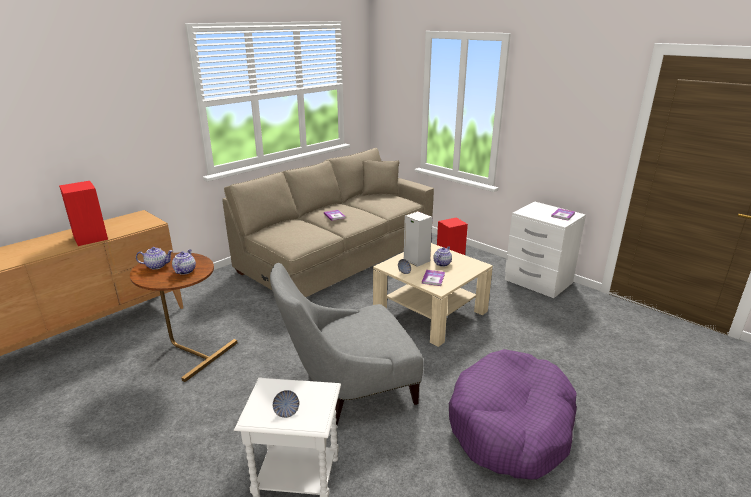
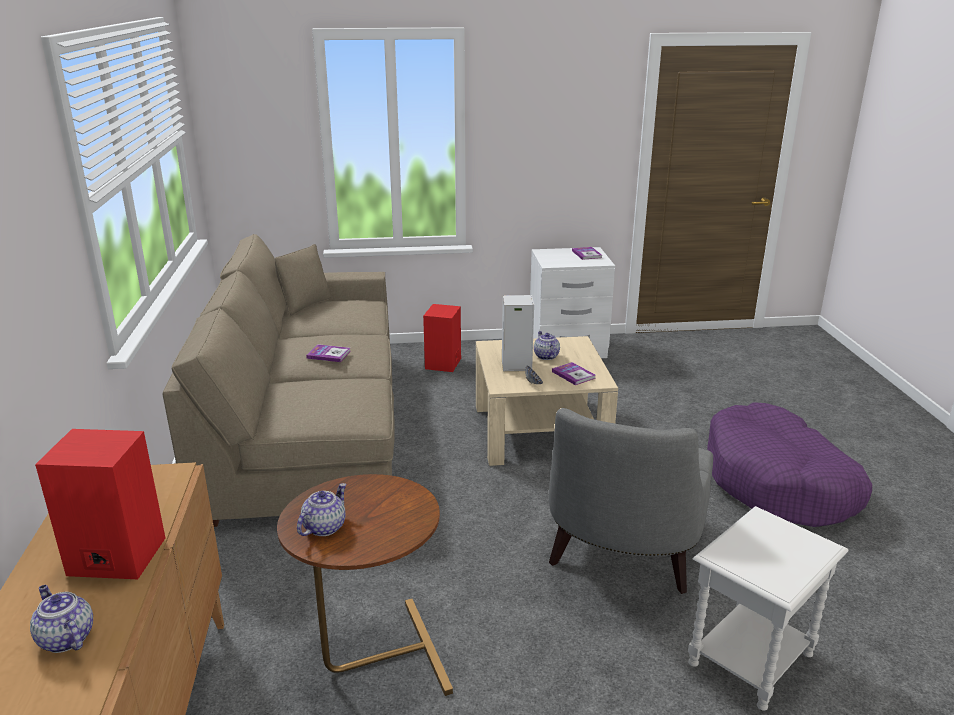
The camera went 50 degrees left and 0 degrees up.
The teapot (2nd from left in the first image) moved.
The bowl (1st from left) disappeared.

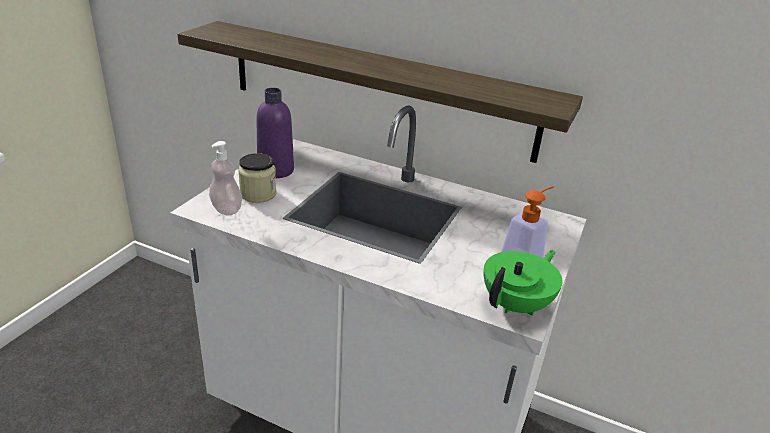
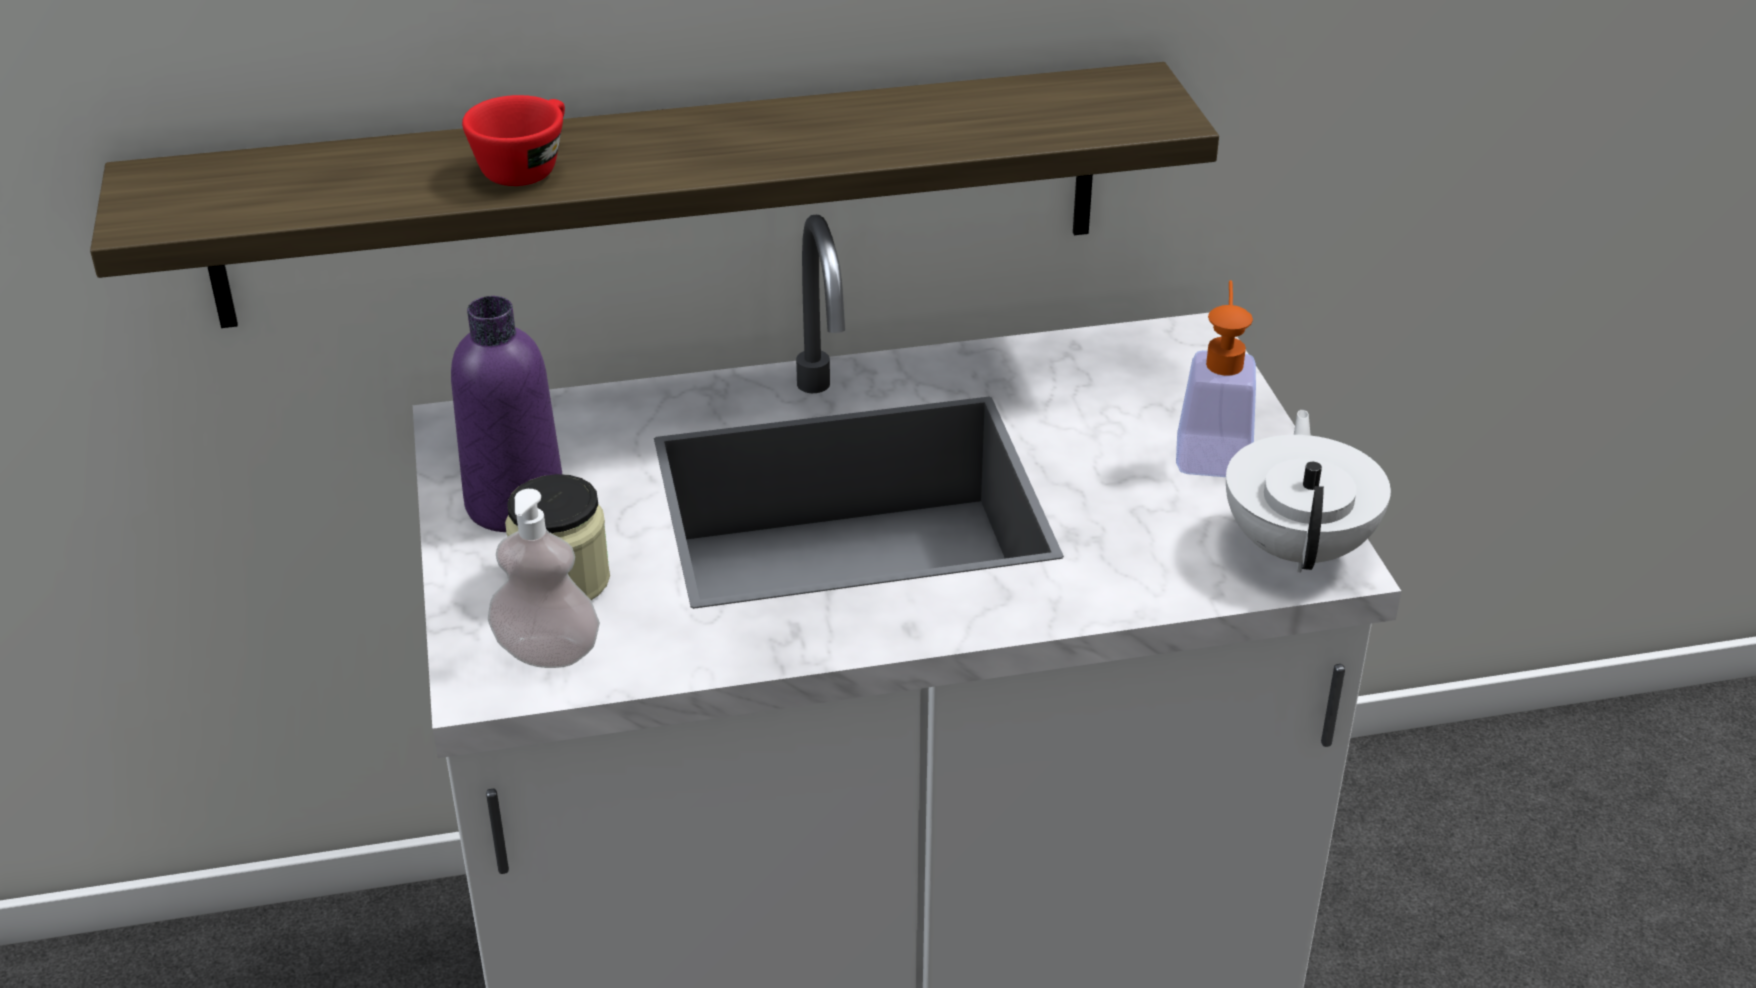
The camera went 35 degrees left and 5 degrees up.
The teapot in green became the teapot in white.
The cup in red appeared.

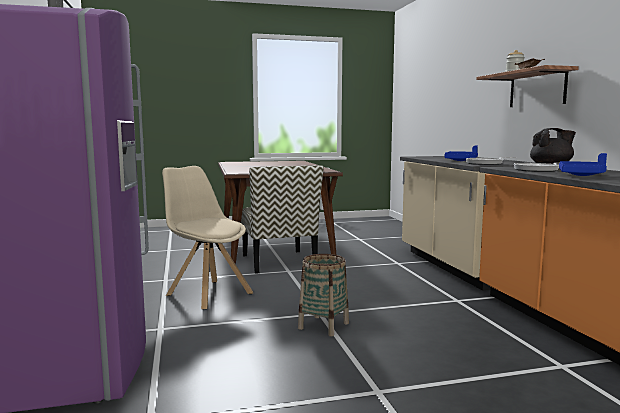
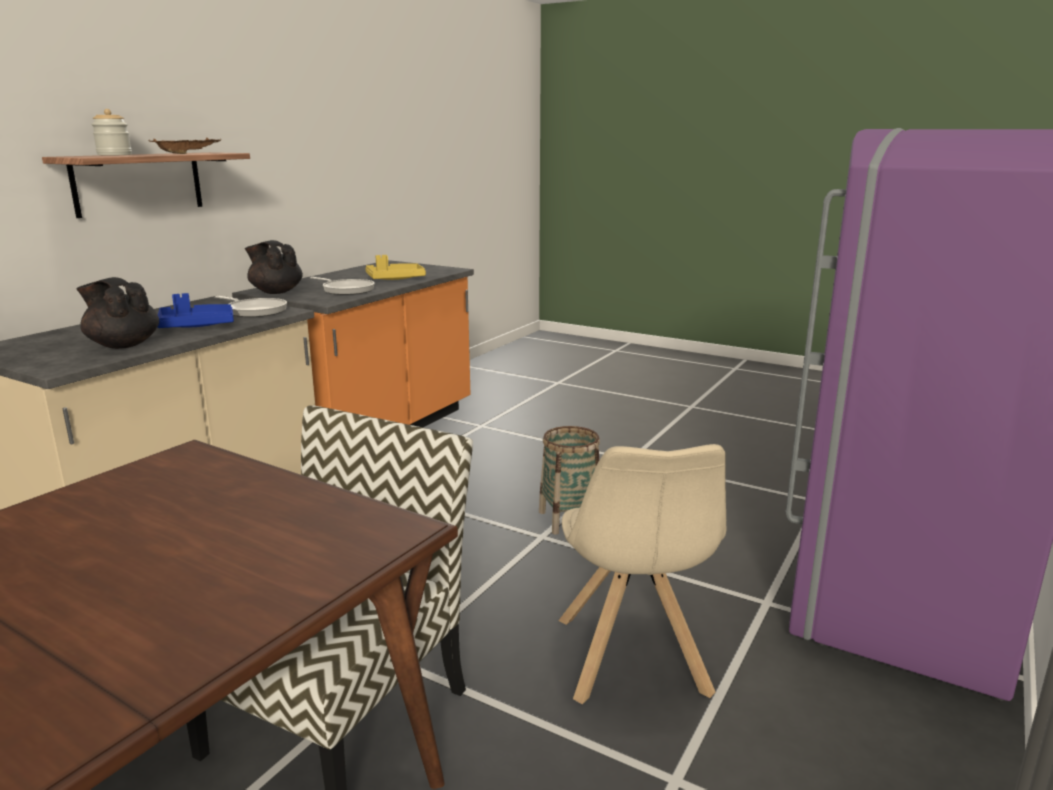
The camera went 135 degrees left and 10 degrees up.
The tray in blue (2nd from left) became the tray in yellow.
The teapot in black (1st from left) appeared.

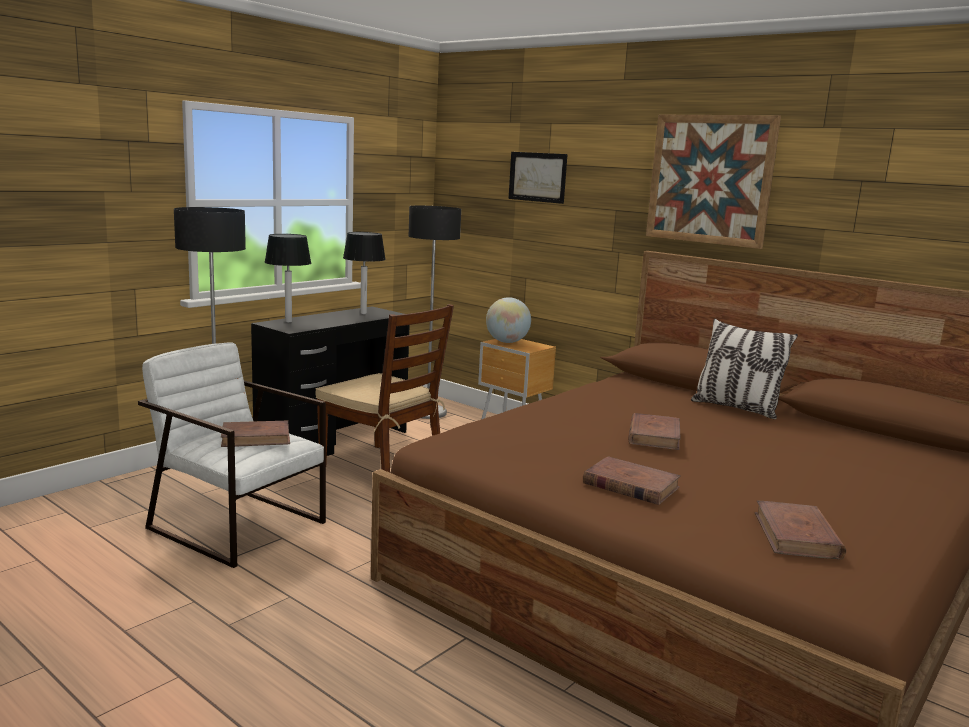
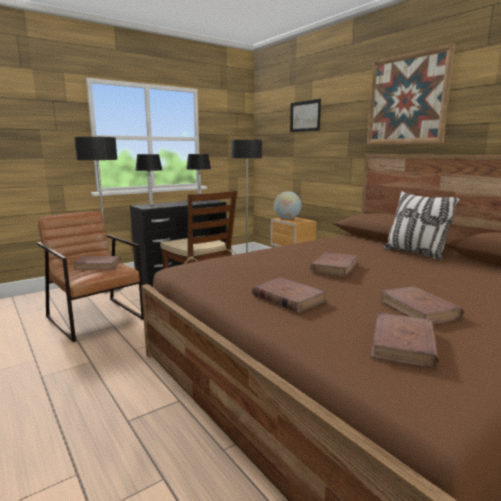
The camera went 15 degrees right and 0 degrees up.
The armchair in white became the armchair in brown.
The book in brown (5th from left) appeared.

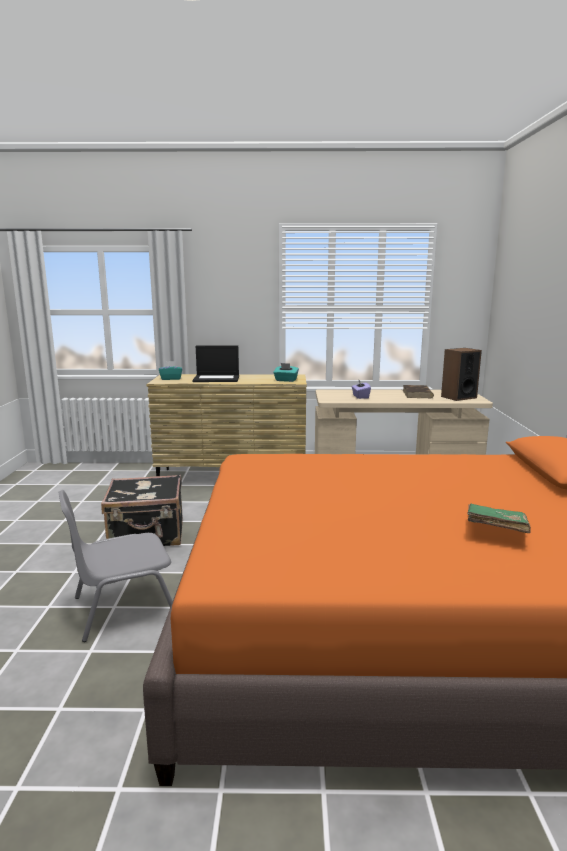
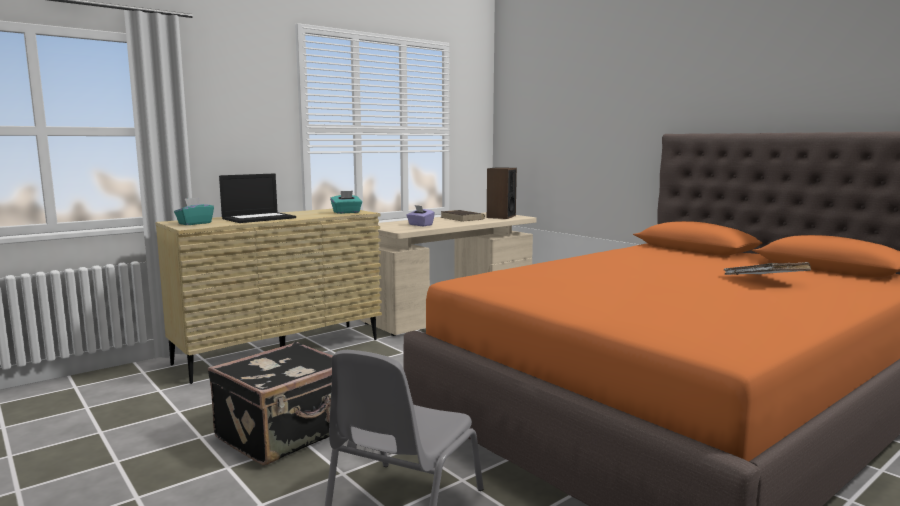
The camera went 40 degrees left and 5 degrees down.
The book in green became the book in white.

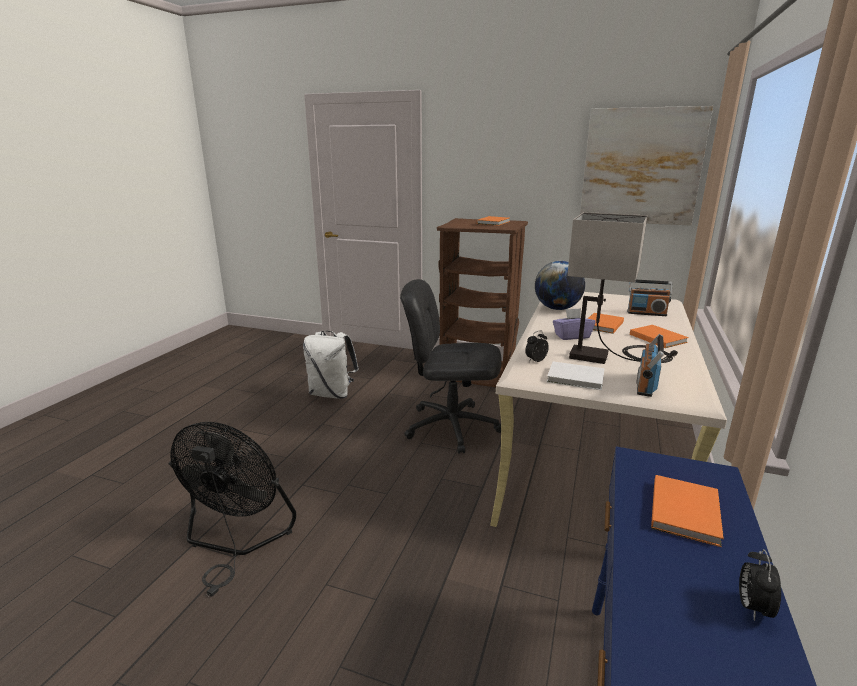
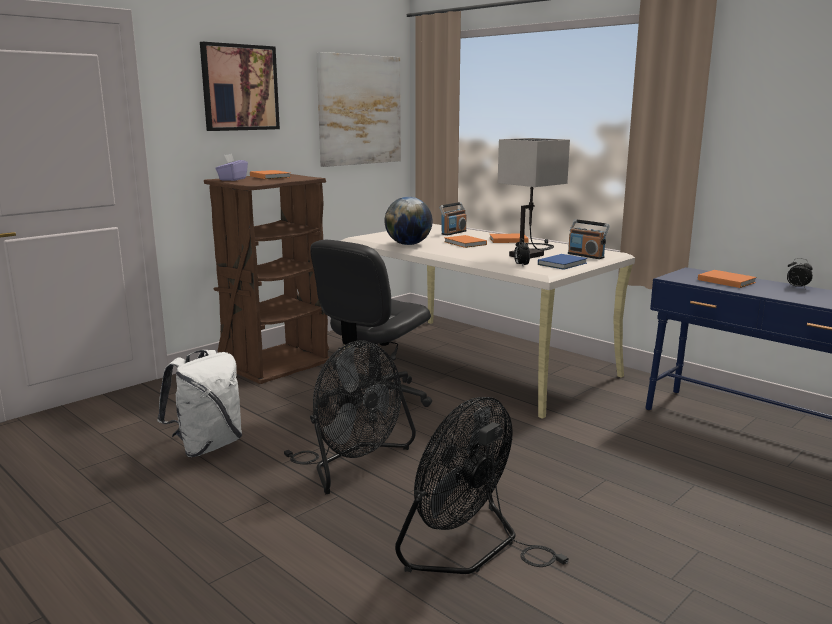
The camera went 65 degrees left and 5 degrees down.
The book in white became the book in blue.
The tissue box in purple moved.
The picture (1st from left) appeared.
The fan in black (1st from left) appeared.

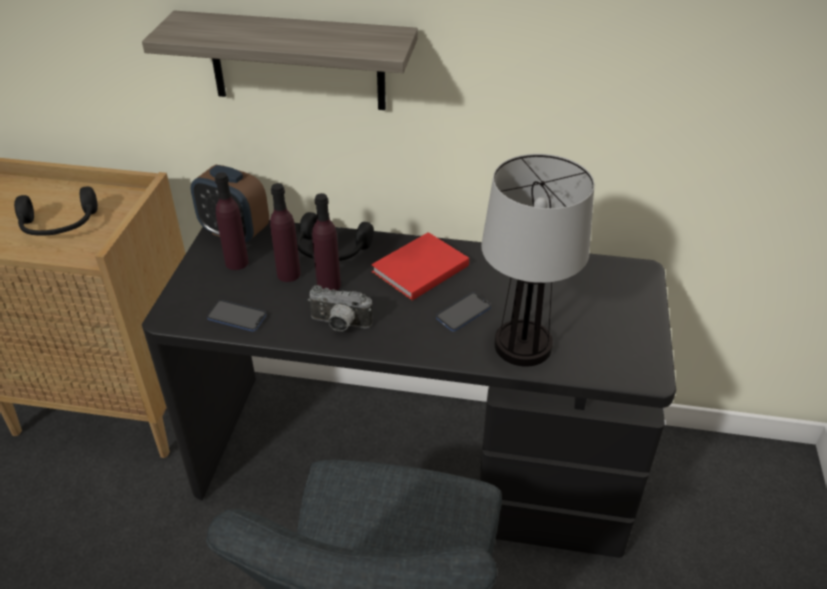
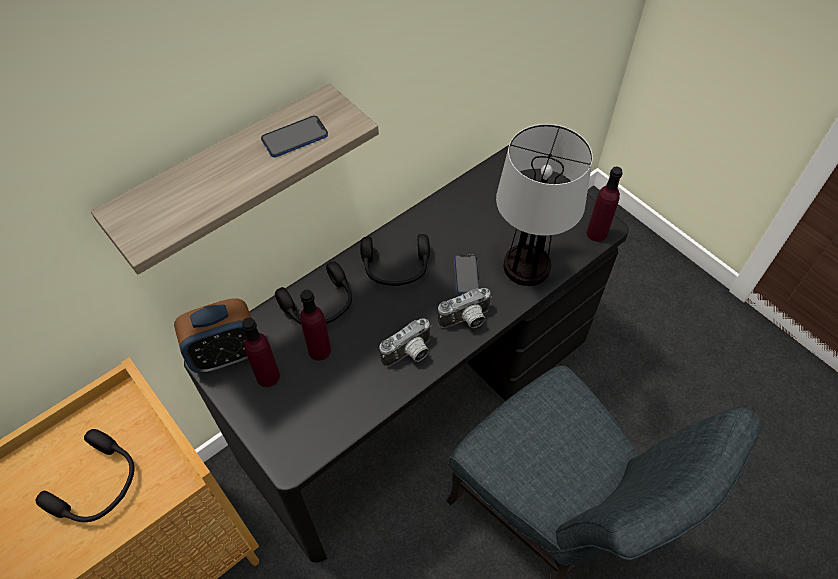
The camera went 50 degrees left and 15 degrees up.
The phone (1st from left) moved.
The bottle in purple (3rd from left) moved.
The book in red was replaced by the headphones in black (3rd from left).
The photo camera (2nd from left) appeared.

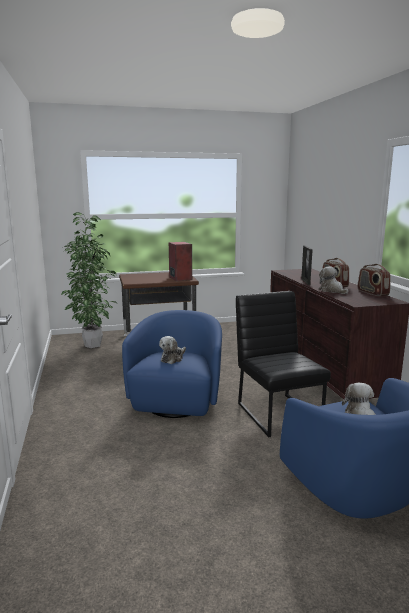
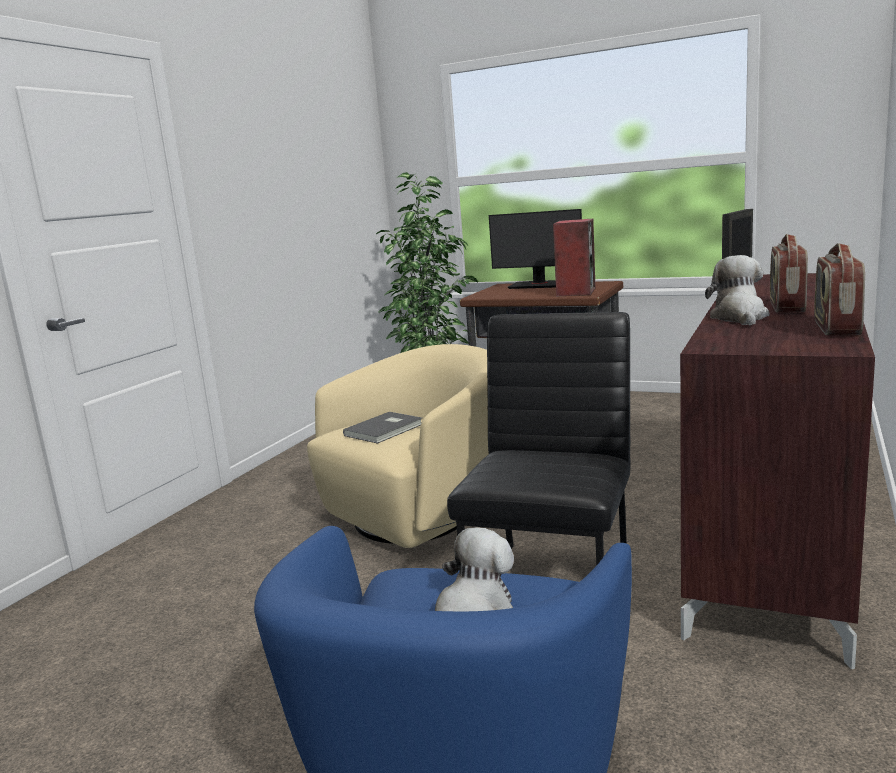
The camera went 40 degrees right and 0 degrees up.
The armchair in blue (1st from left) became the armchair in beige.
The plush toy (1st from left) was replaced by the book in grey.
The monitor appeared.

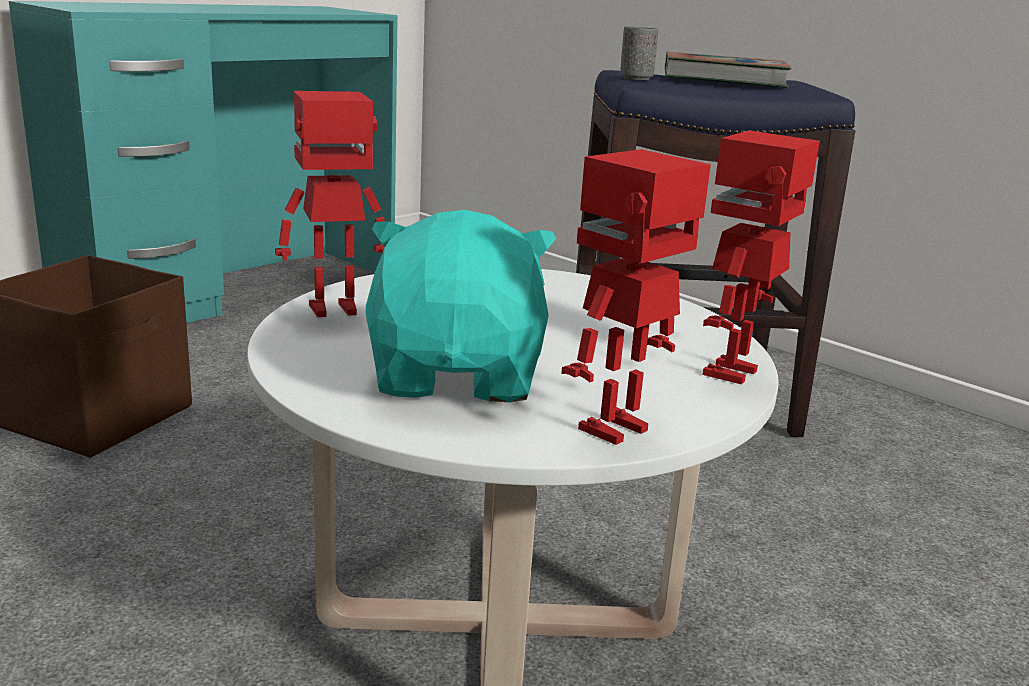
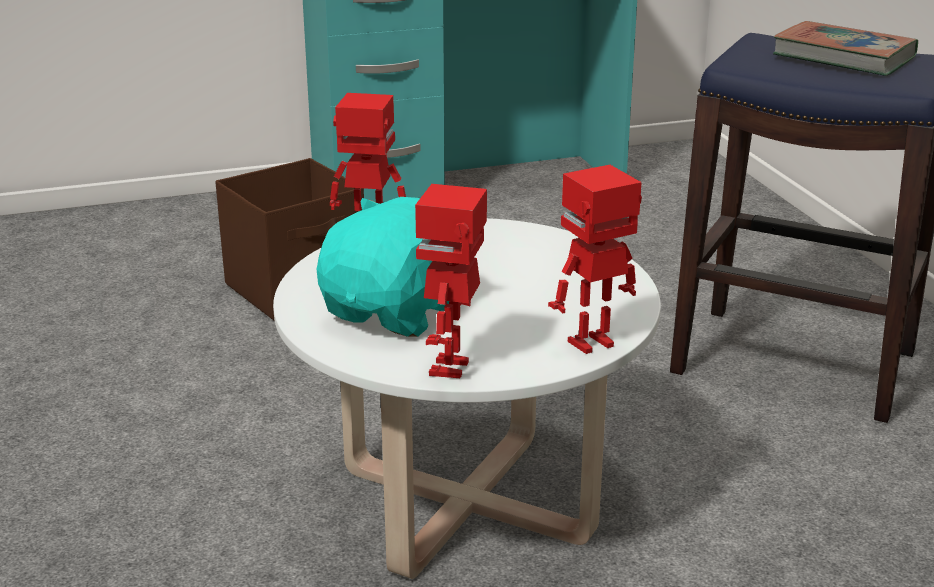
The camera went 30 degrees right and 5 degrees up.
The toy robot (2nd from left) turned 60 degrees counterclockwise.
The cup in grey disappeared.

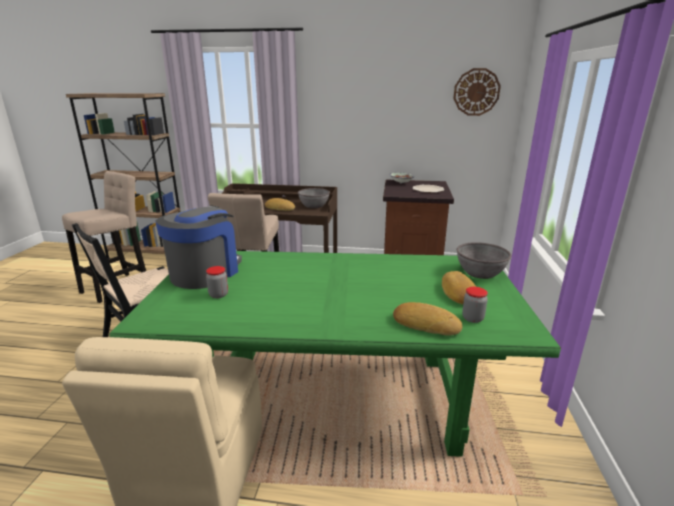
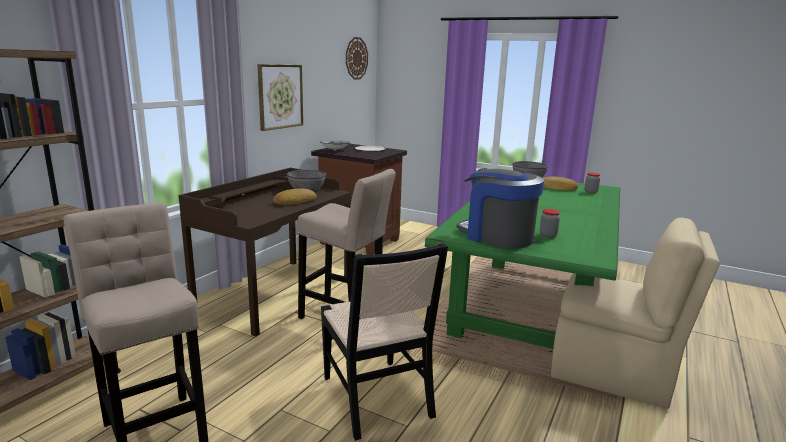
The camera went 70 degrees left and 5 degrees down.
The bread (2nd from left) disappeared.
The picture appeared.

